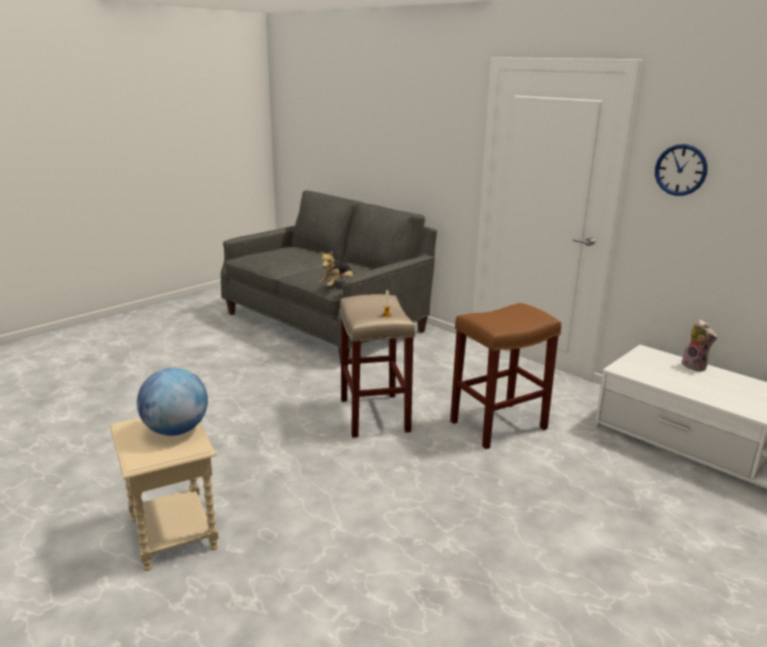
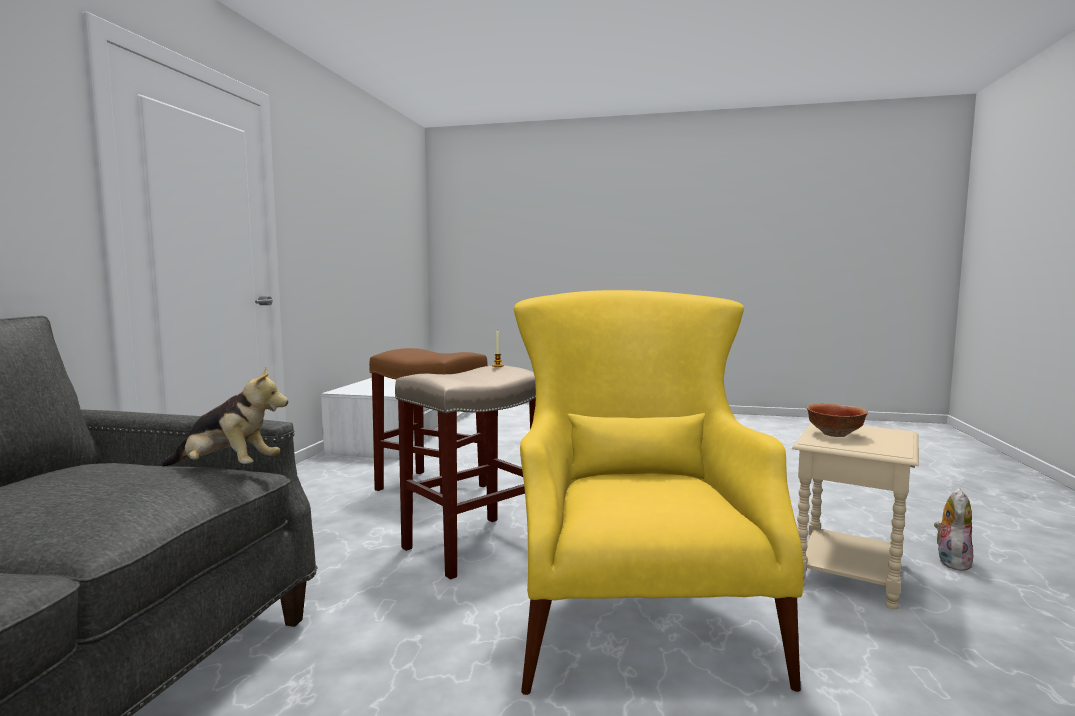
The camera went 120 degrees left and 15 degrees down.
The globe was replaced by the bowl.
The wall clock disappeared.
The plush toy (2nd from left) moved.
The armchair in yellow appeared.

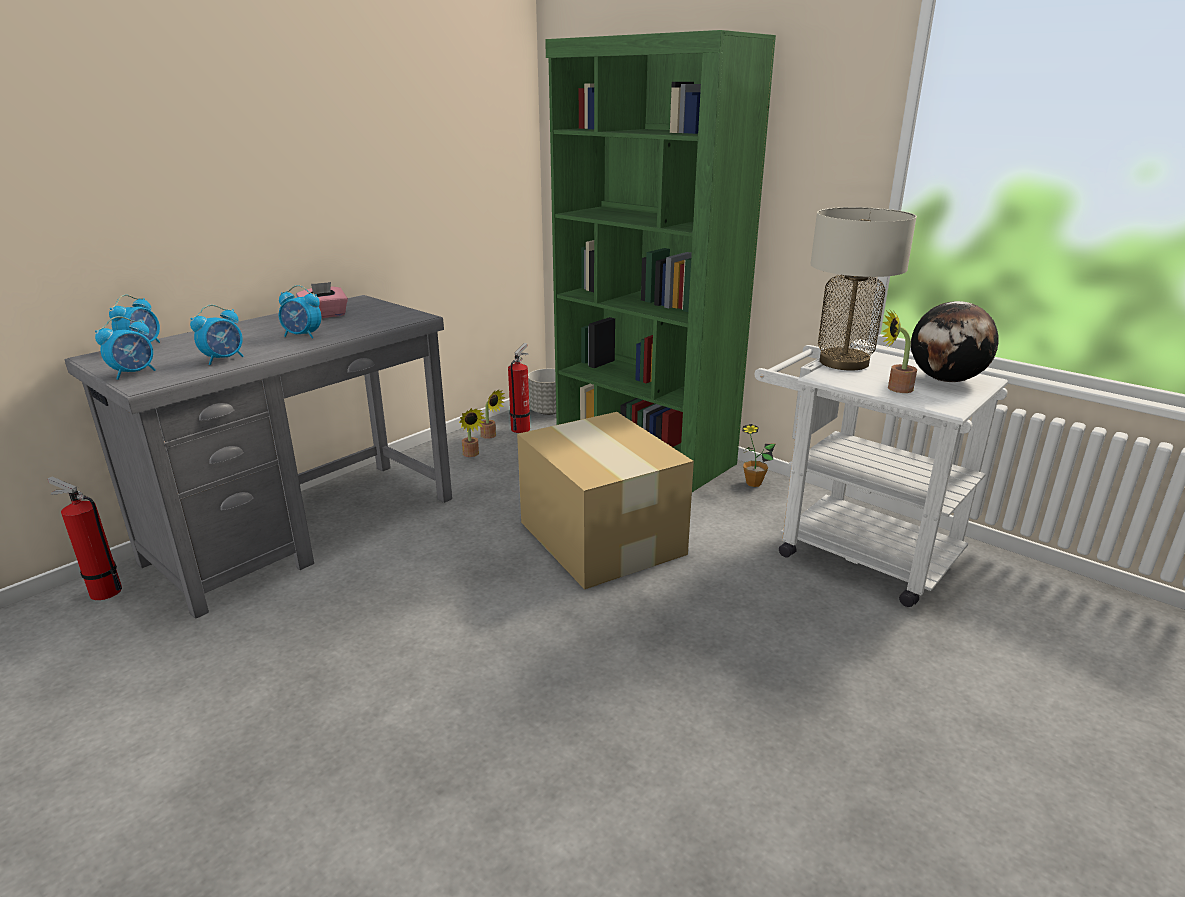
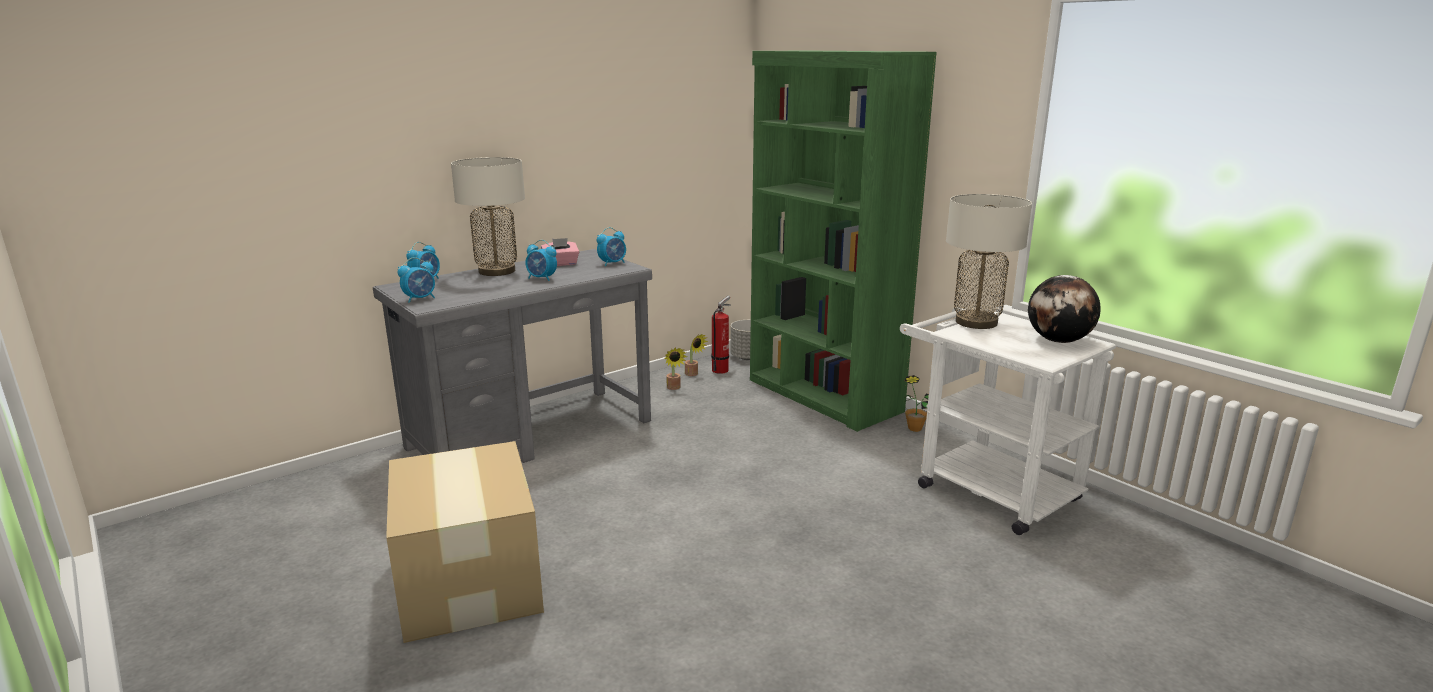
The camera went 10 degrees right and 5 degrees down.
The fire extinguisher (1st from left) disappeared.
The alarm clock (3rd from left in the first image) moved.
The cardboard box moved.
The potted plant (4th from left) disappeared.
The table lamp (1st from left) appeared.

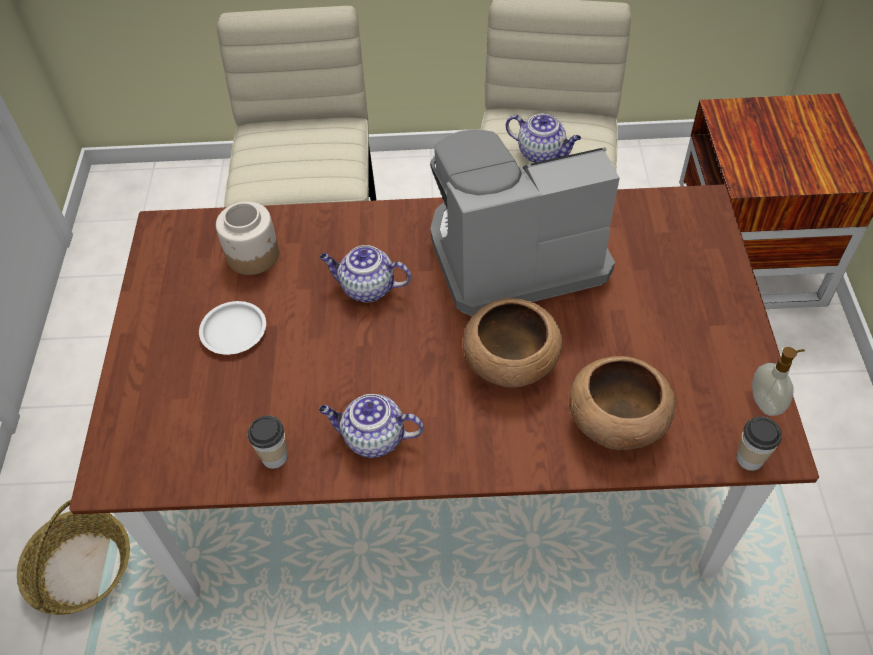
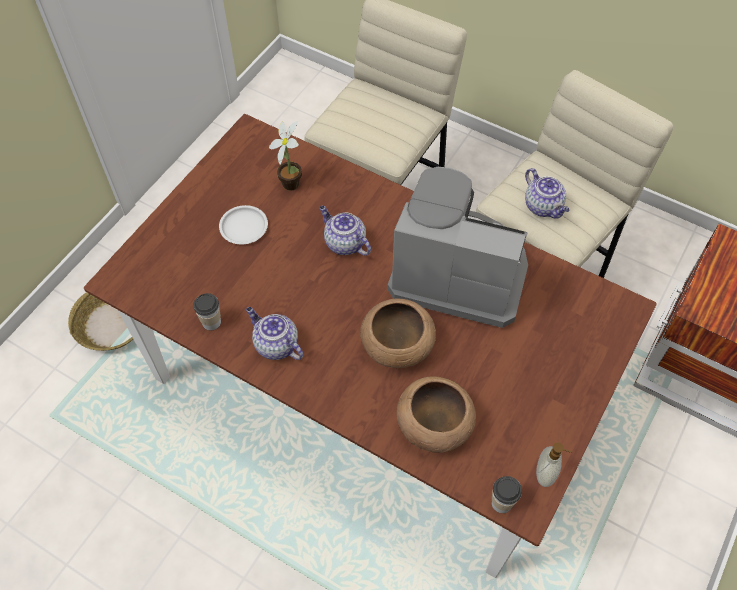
The camera went 30 degrees right and 5 degrees up.
The jar was replaced by the potted plant.

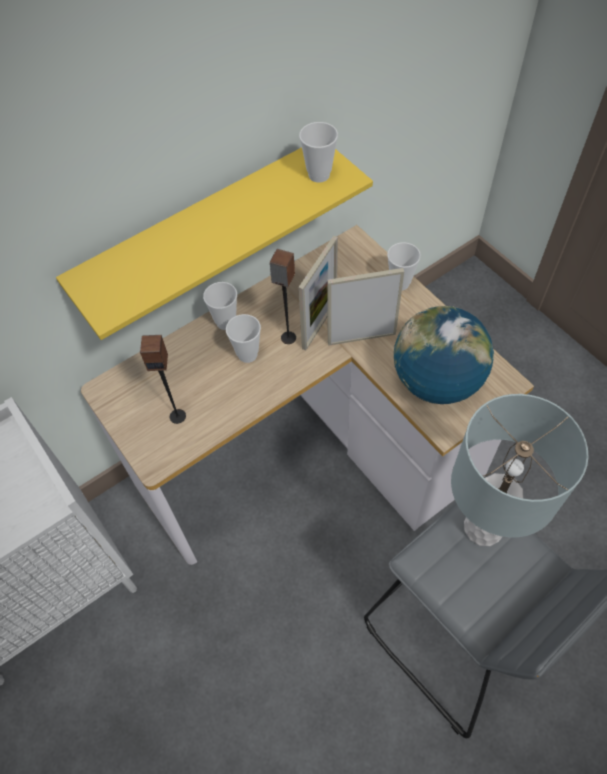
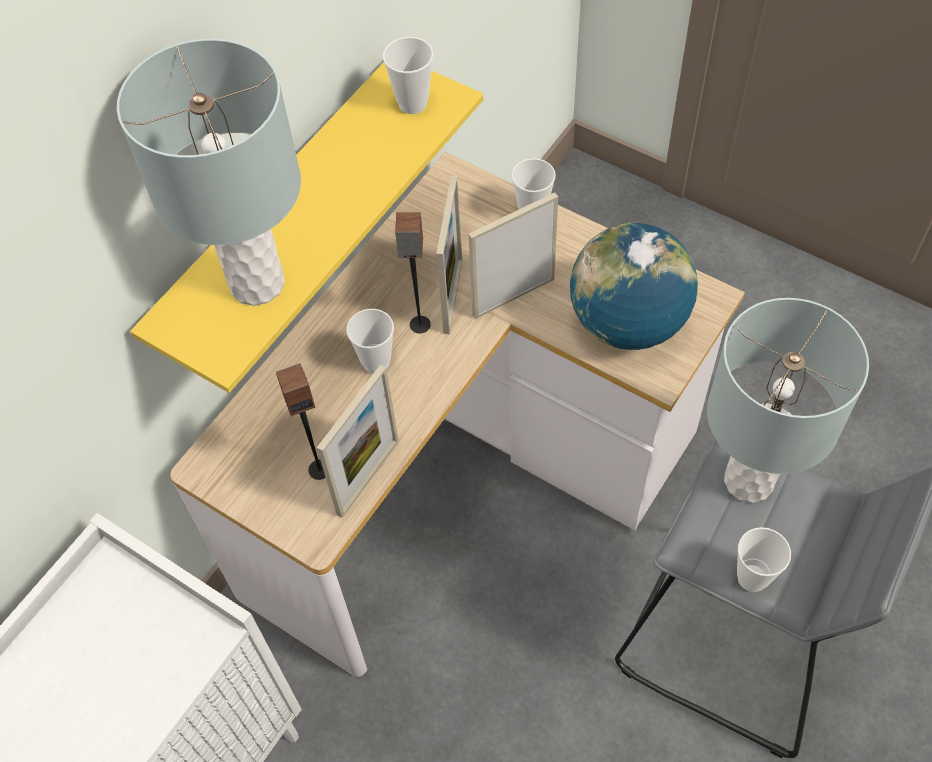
The camera went 20 degrees left and 0 degrees up.
The cup (1st from left in the first image) moved.
The table lamp in grey (1st from left) appeared.
The picture frame (1st from left) appeared.

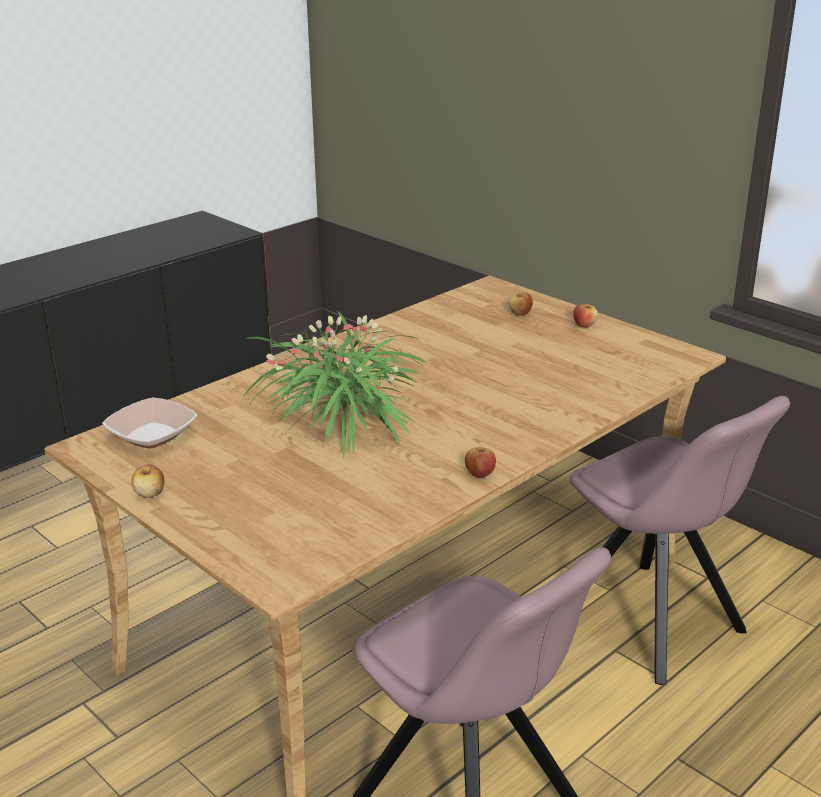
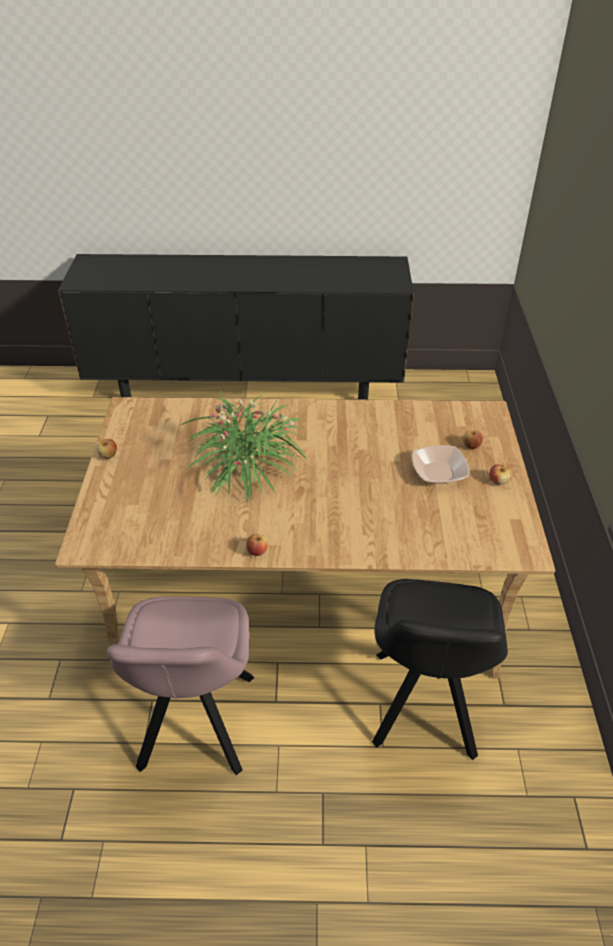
The camera went 45 degrees right and 15 degrees up.
The bowl moved.
The chair in pink (2nd from left) became the chair in black.

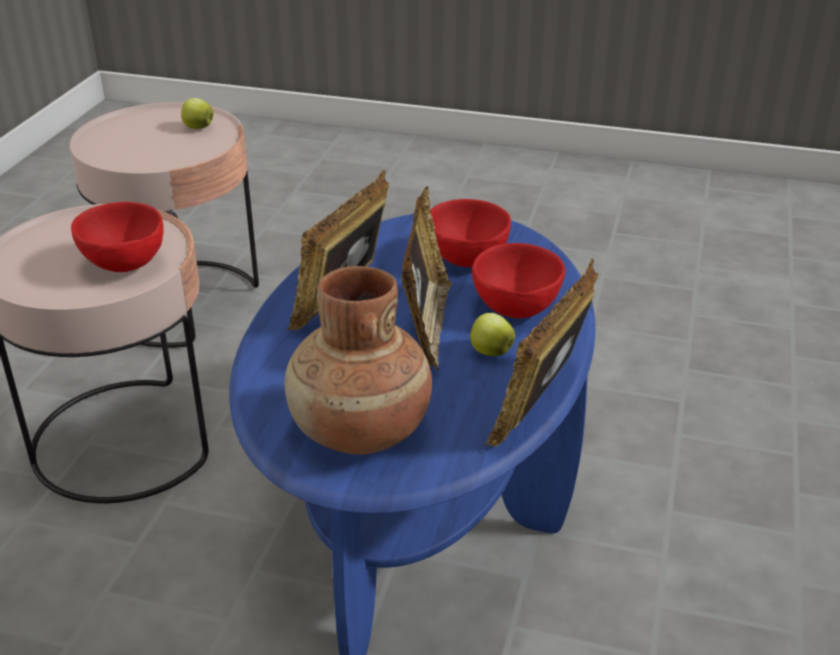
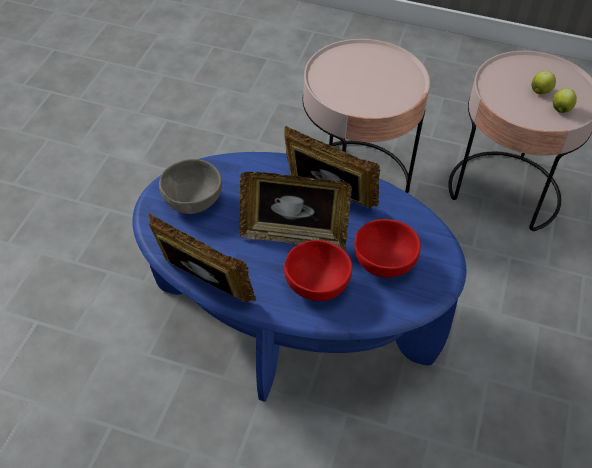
The camera went 90 degrees right and 15 degrees up.
The bowl in red (1st from left) disappeared.
The vase in brown was replaced by the bowl in grey.
The apple (2nd from left in the first image) moved.

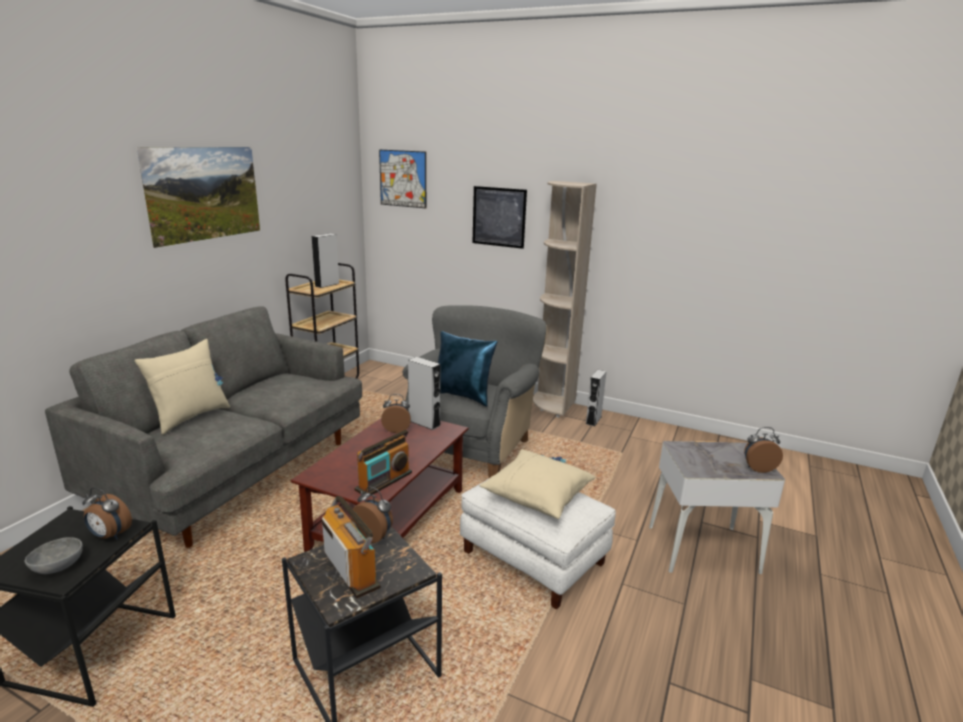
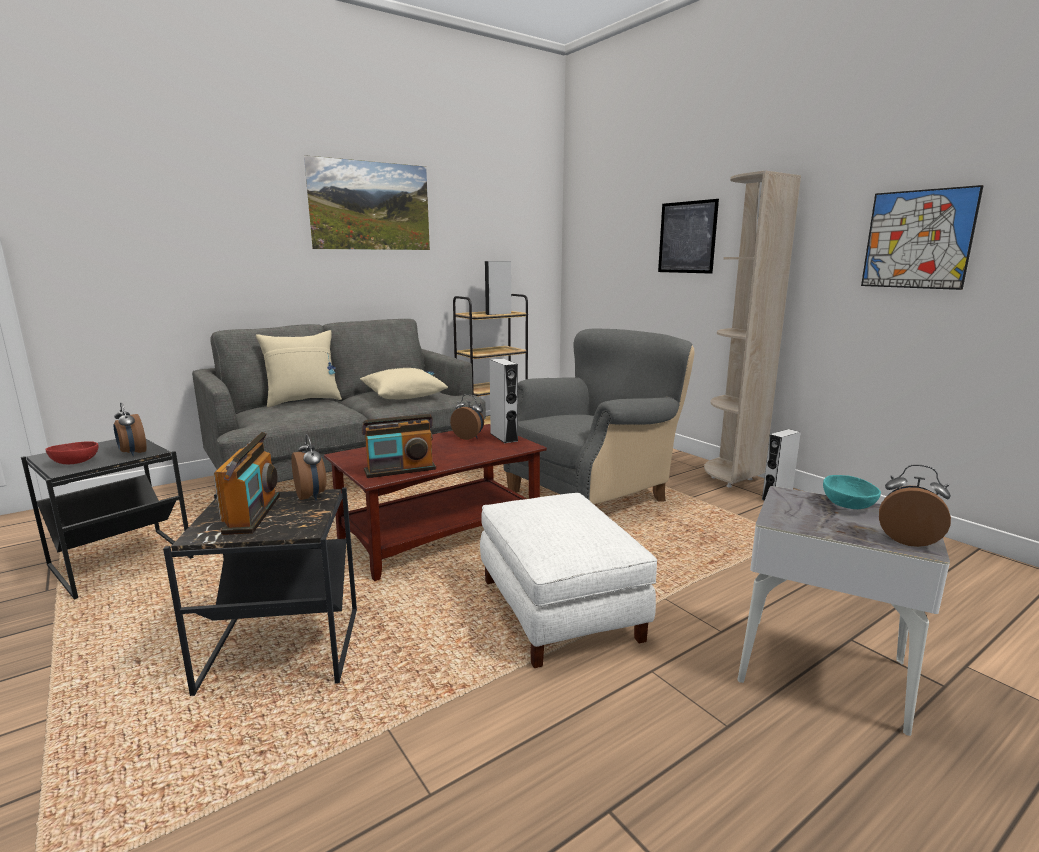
The camera went 30 degrees right and 5 degrees down.
The bowl in grey became the bowl in red.
The picture (2nd from left in the first image) moved.
The pillow in blue disappeared.
The pillow in beige (2nd from left) moved.
The bowl in turquoise appeared.

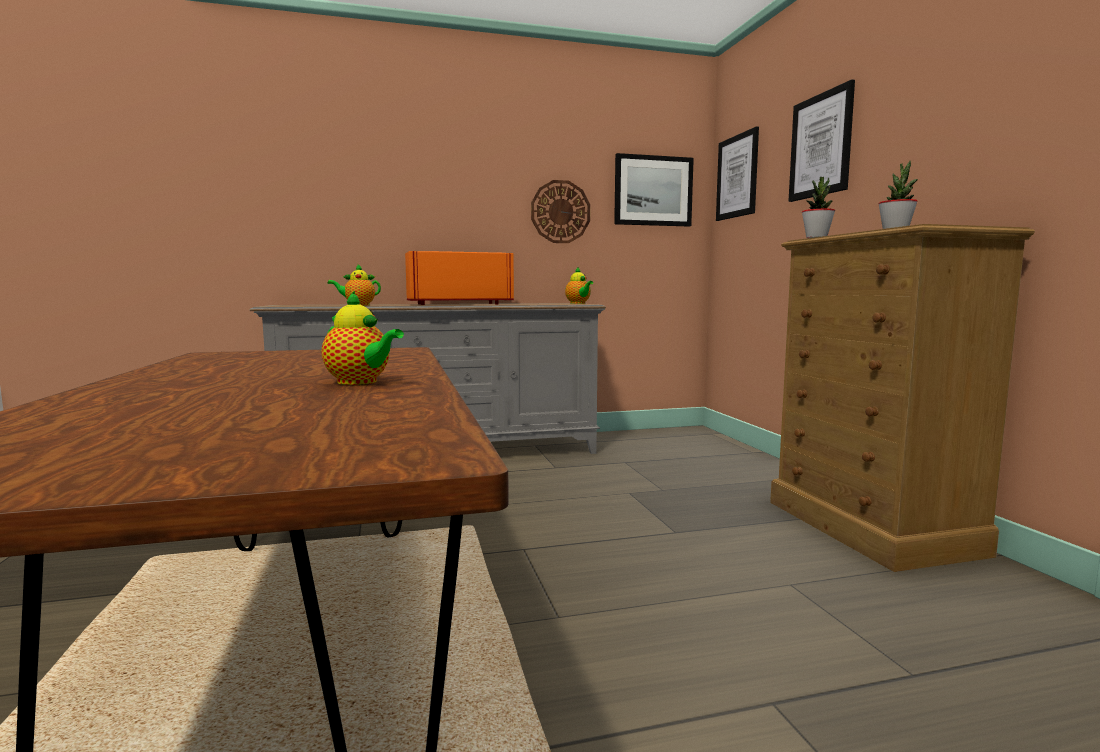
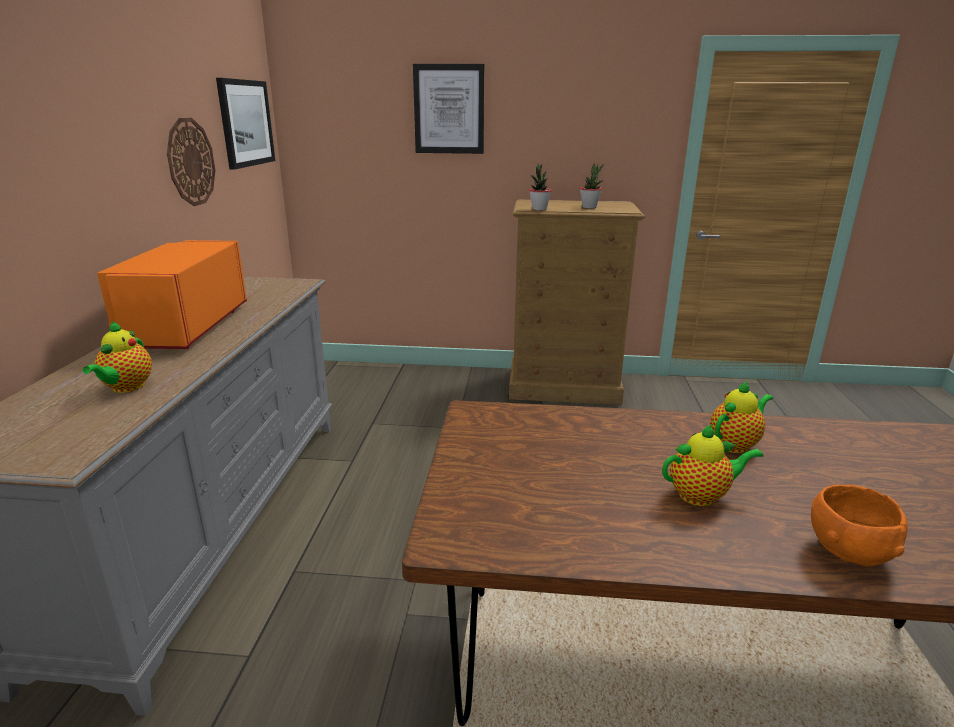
The camera went 70 degrees left and 15 degrees up.
The teapot (3rd from left in the first image) moved.
The picture (2nd from left) disappeared.
The bowl in orange appeared.

